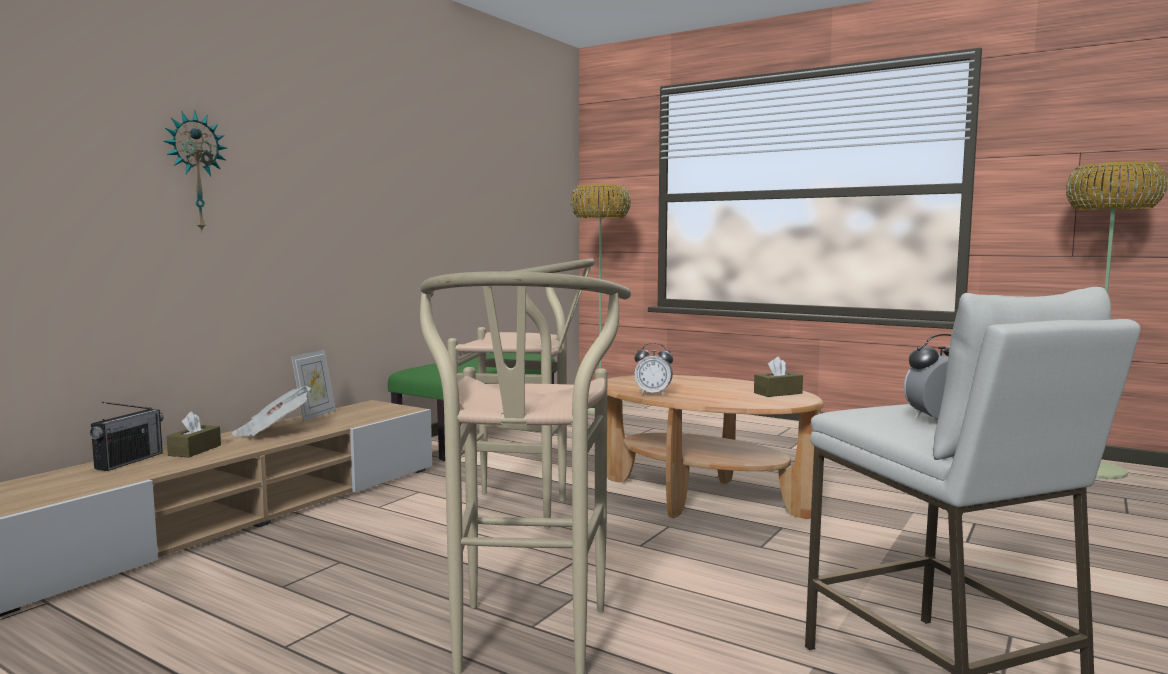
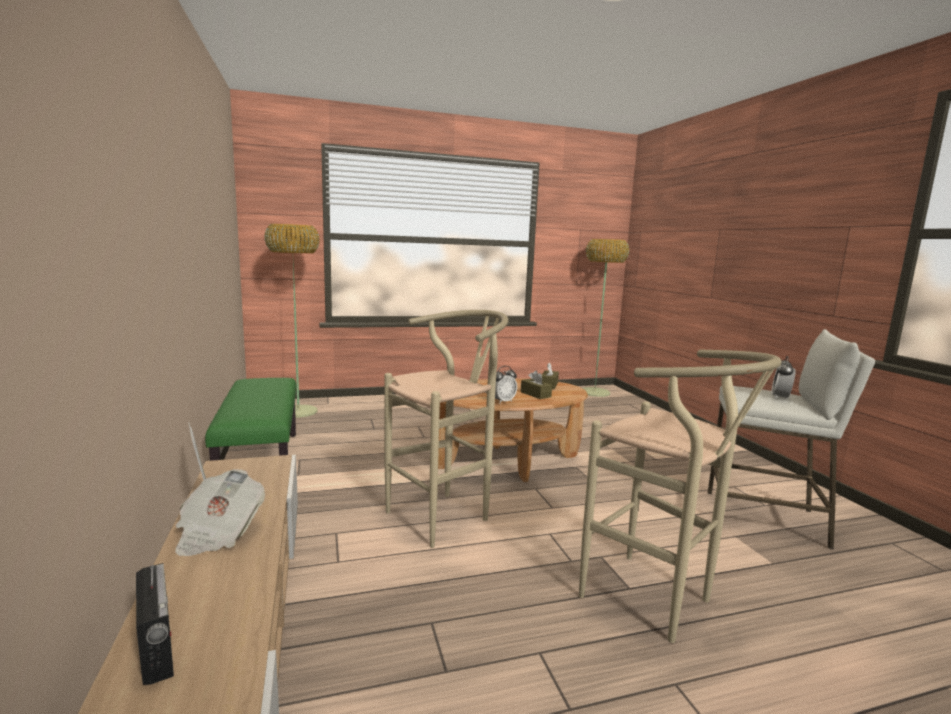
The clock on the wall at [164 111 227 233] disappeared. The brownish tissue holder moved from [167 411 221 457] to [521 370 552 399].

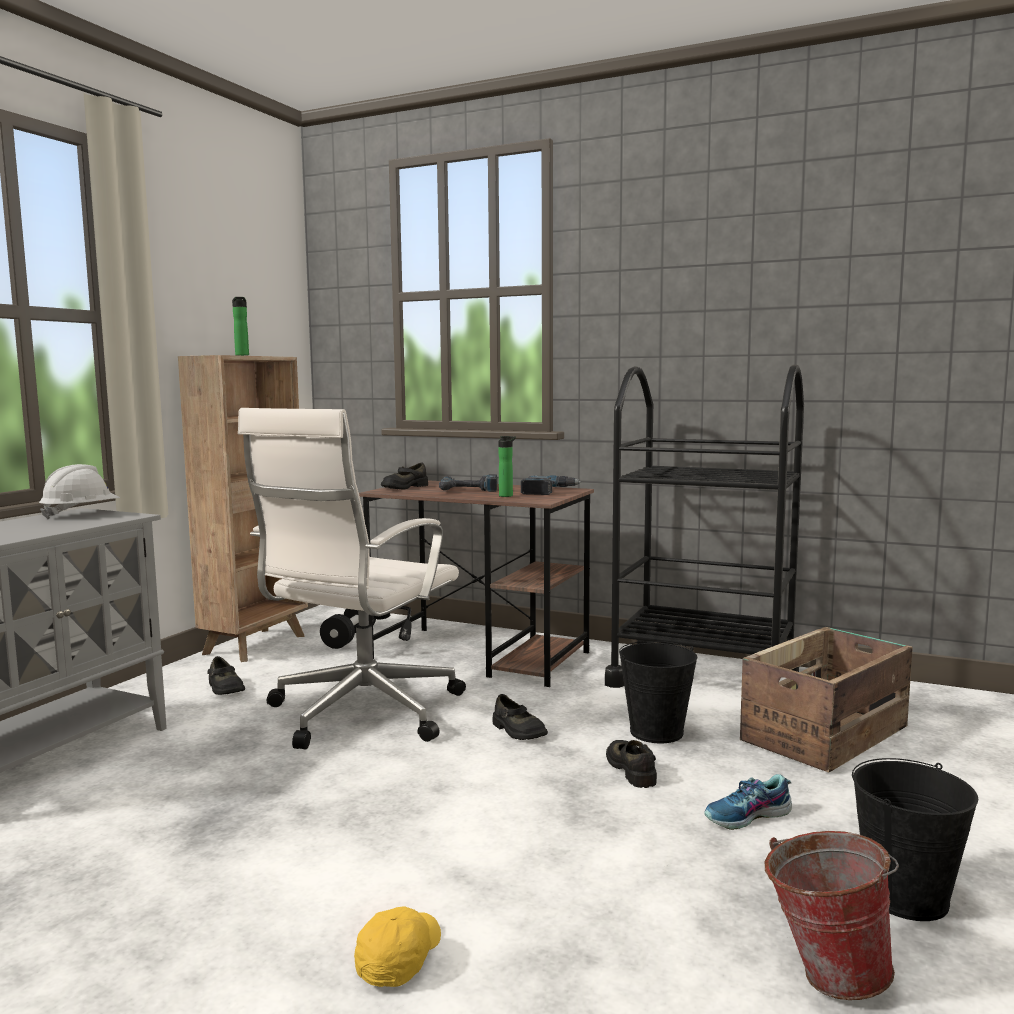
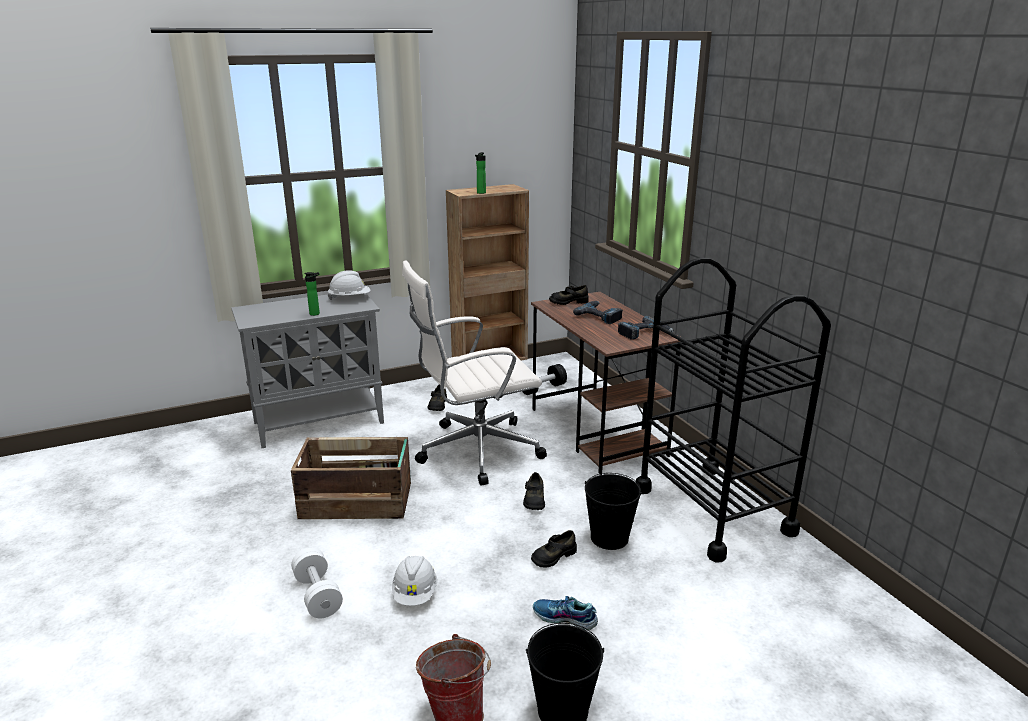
The drink bottle moved from [498 436 516 497] to [304 272 320 316]. The shipping crate moved from [740 627 913 773] to [291 437 411 519]. The black-coloured low shoe at [606 740 657 788] turned 150 degrees counterclockwise. The yellow-coloured peaked cap at [354 906 441 987] was replaced by the white free weight at [291 548 343 618]. The white hard hat at [392 556 437 606] appeared.

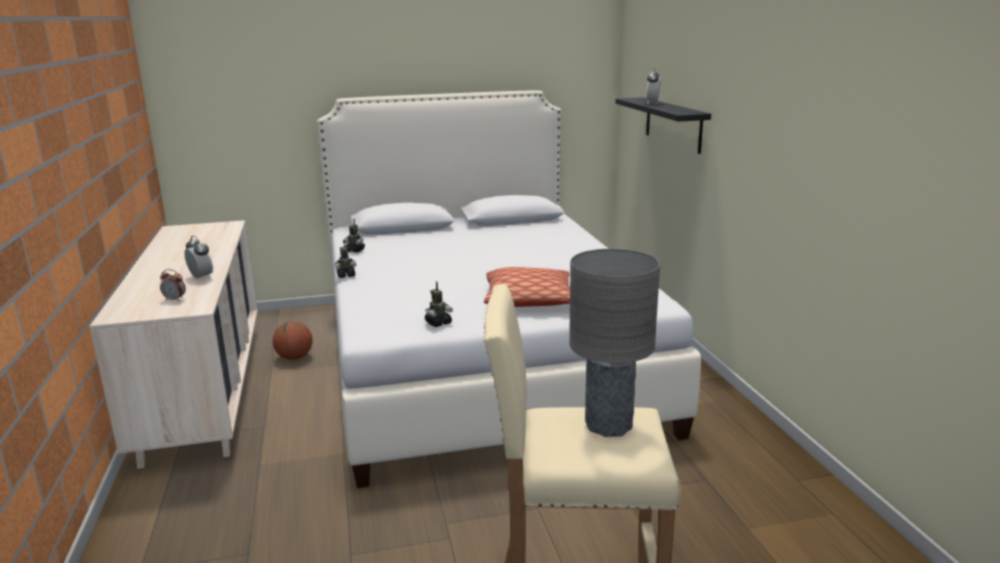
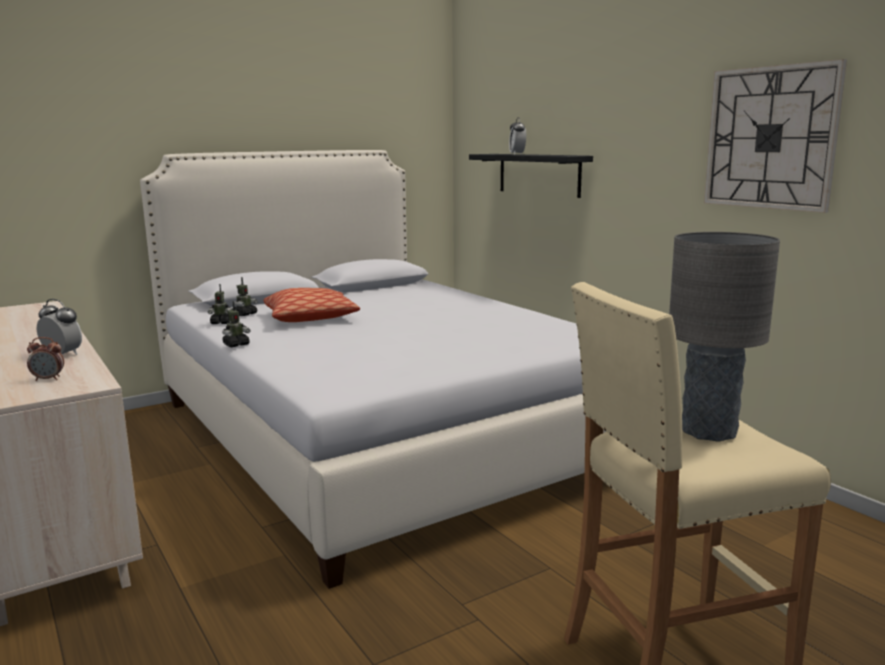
The cushion moved from [484 267 570 307] to [264 288 360 322]. The robot figure moved from [425 281 453 327] to [232 277 258 316]. The basketball at [273 321 313 360] disappeared. The clock on the wall at [704 59 847 213] appeared.

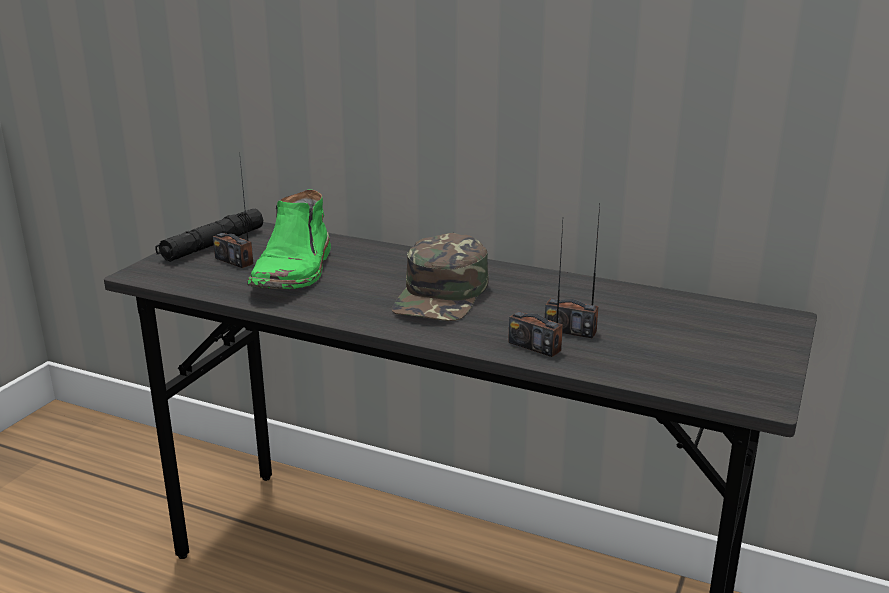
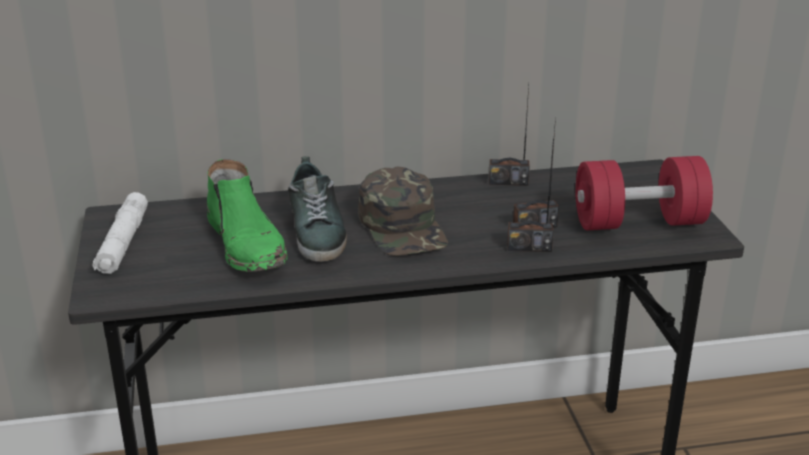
The radio receiver moved from [213 160 254 268] to [489 86 530 186]. The black-coloured flashlight at [155 208 263 262] became the white flashlight at [92 192 148 274]. The low shoe at [288 156 347 262] appeared. The red free weight at [575 156 713 230] appeared.

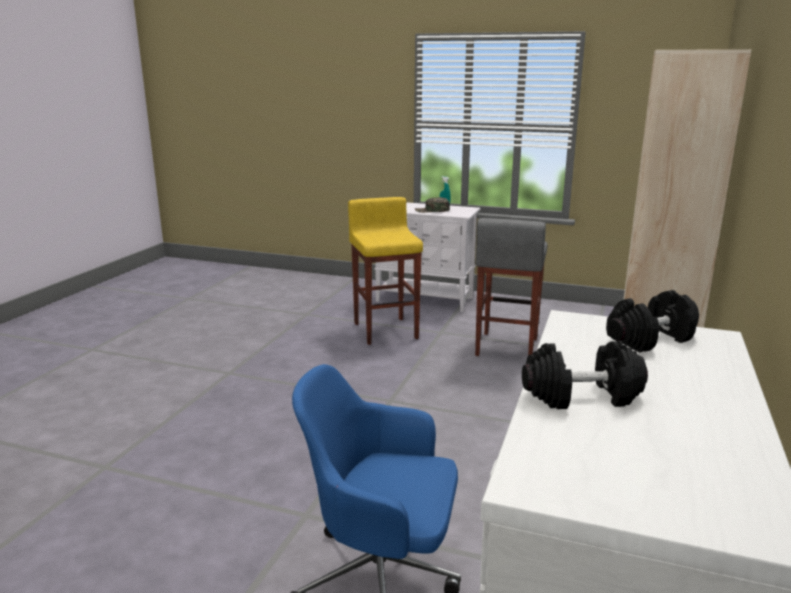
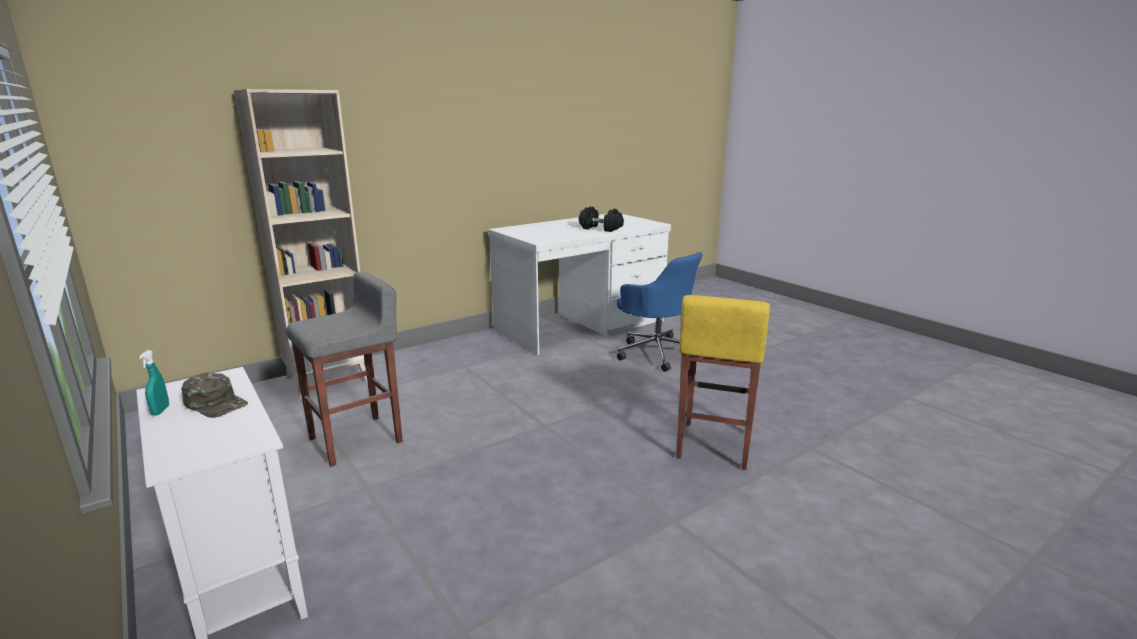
The yellow-coloured sitting stool moved from [348 197 423 345] to [676 295 770 470]. The black-coloured free weight at [606 290 699 352] disappeared.

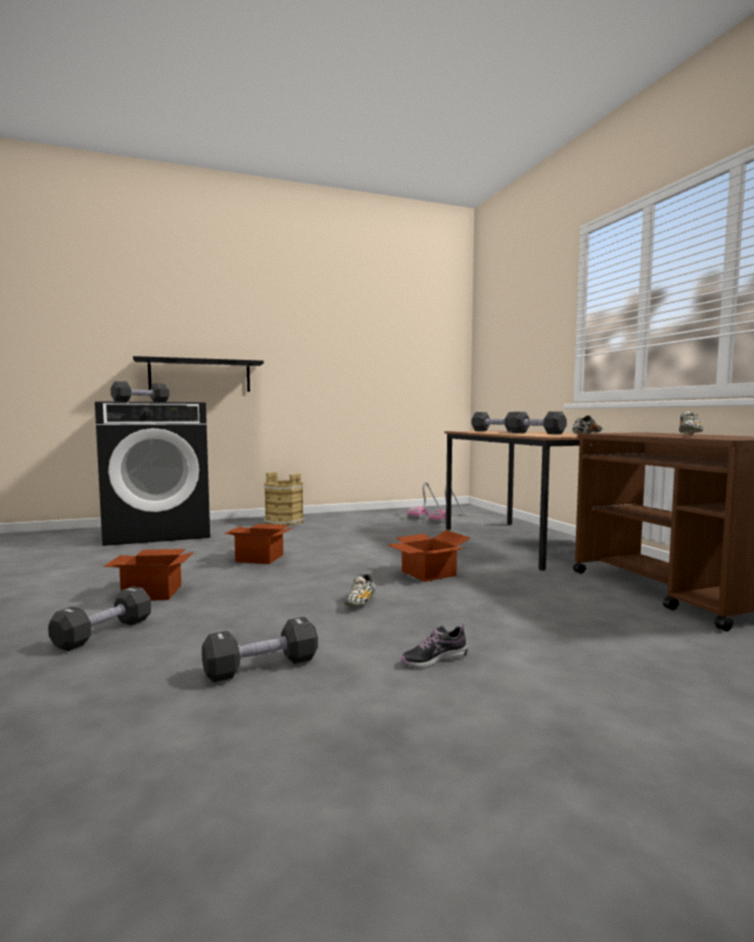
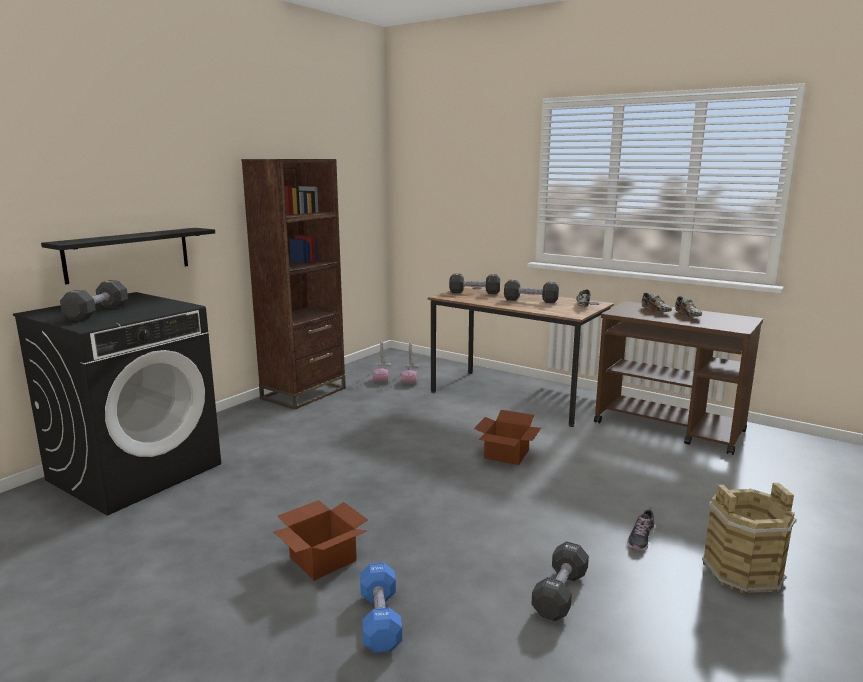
The brownish bucket moved from [264 472 304 526] to [702 483 797 594]. The packing box at [224 524 292 564] disappeared. The low shoe moved from [344 574 376 606] to [642 293 672 312]. The black-coloured free weight at [48 586 151 651] became the bluish free weight at [360 563 402 653]. The brownish bookcase at [241 159 346 410] appeared.

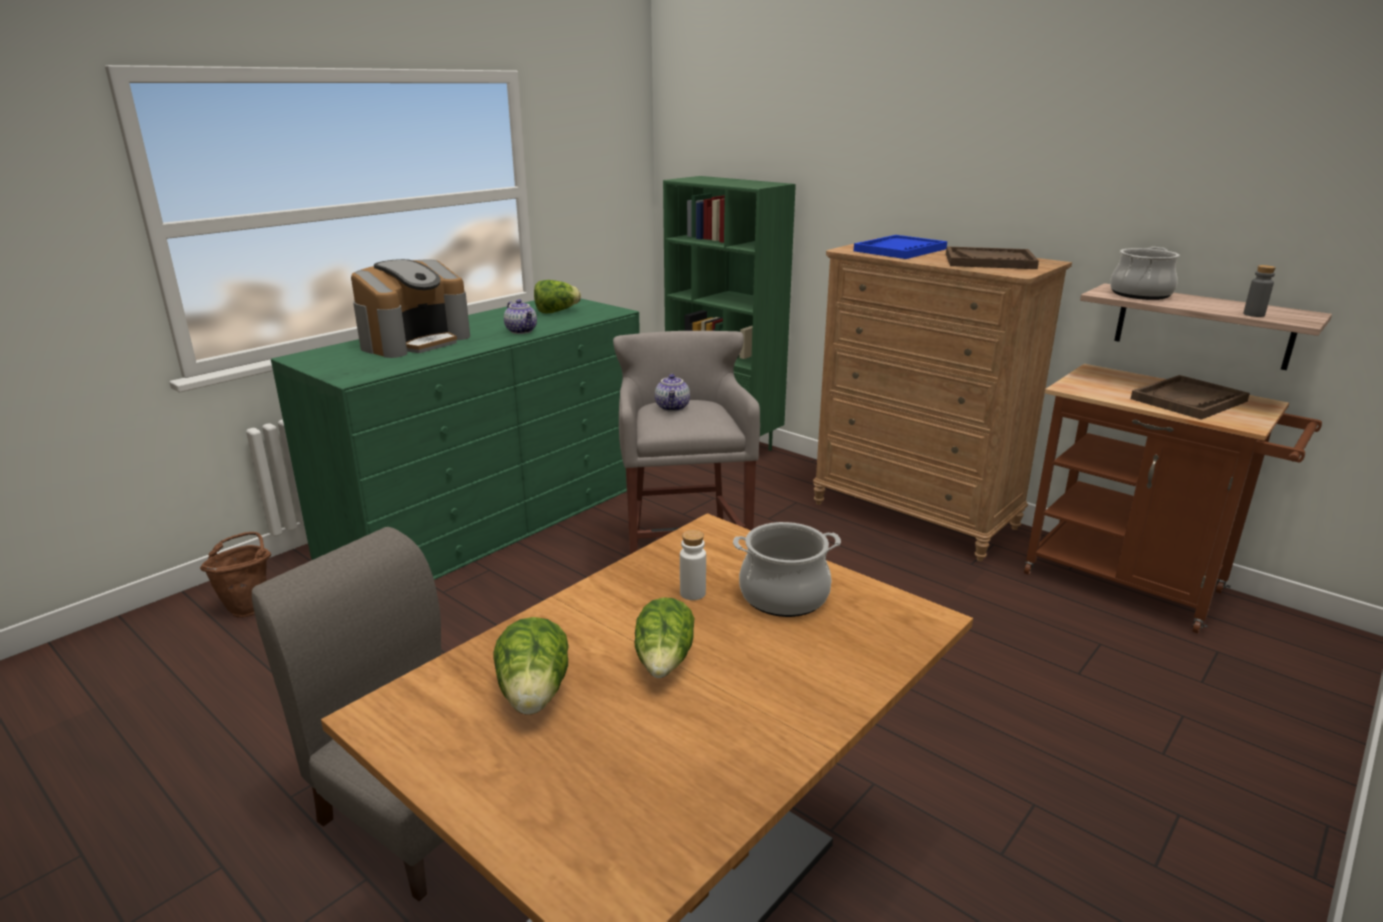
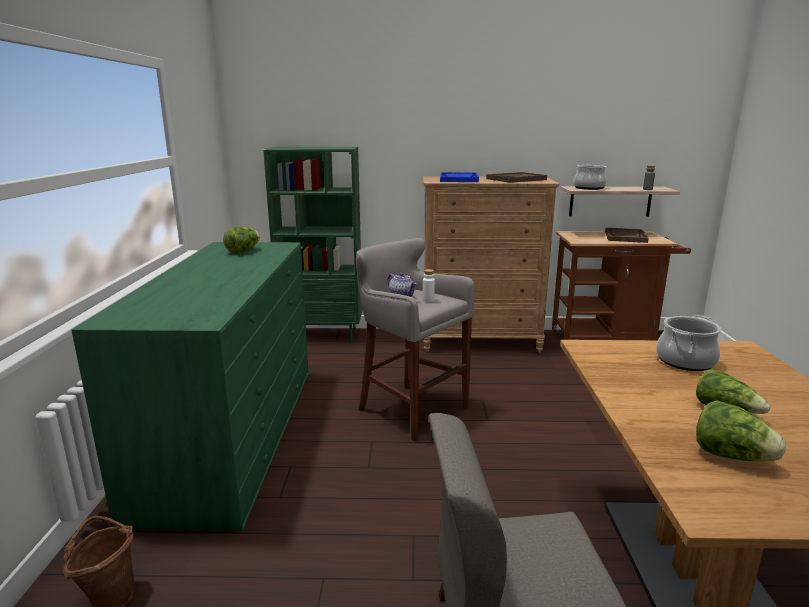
The coffee machine at [351 259 470 358] disappeared. The teapot at [504 299 537 334] disappeared. The white drink bottle moved from [680 530 706 600] to [423 269 435 302].

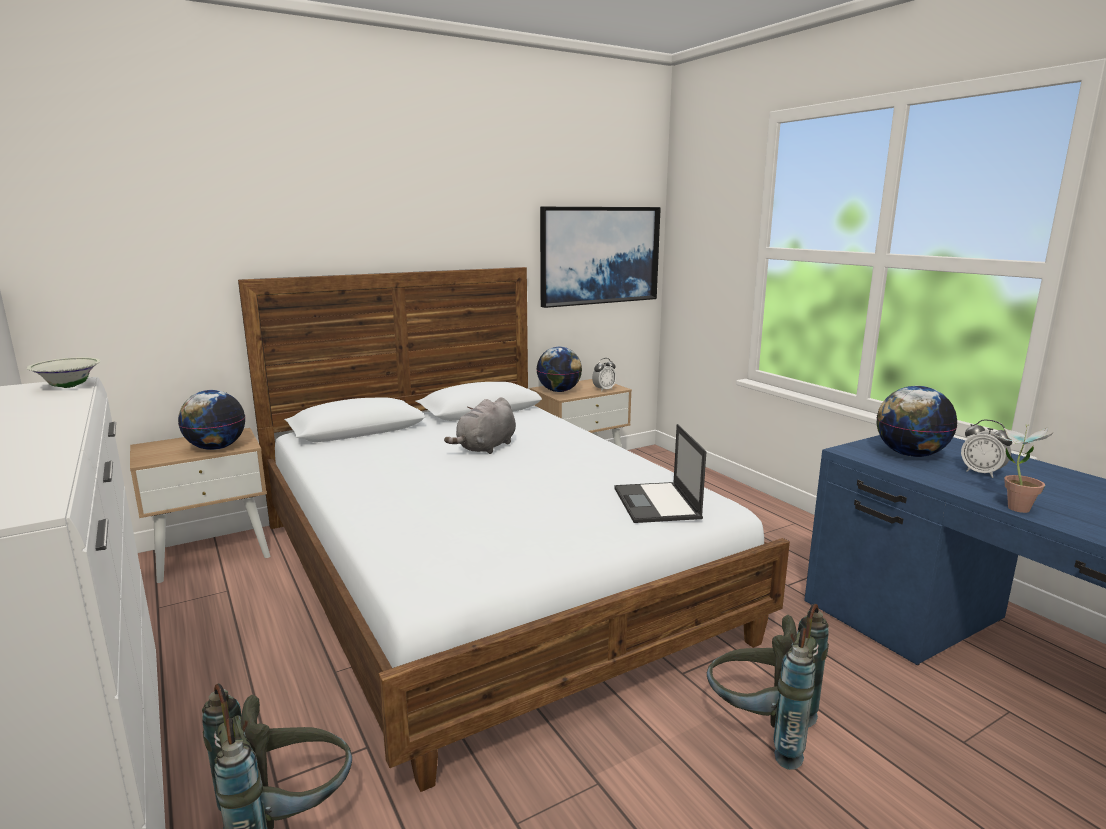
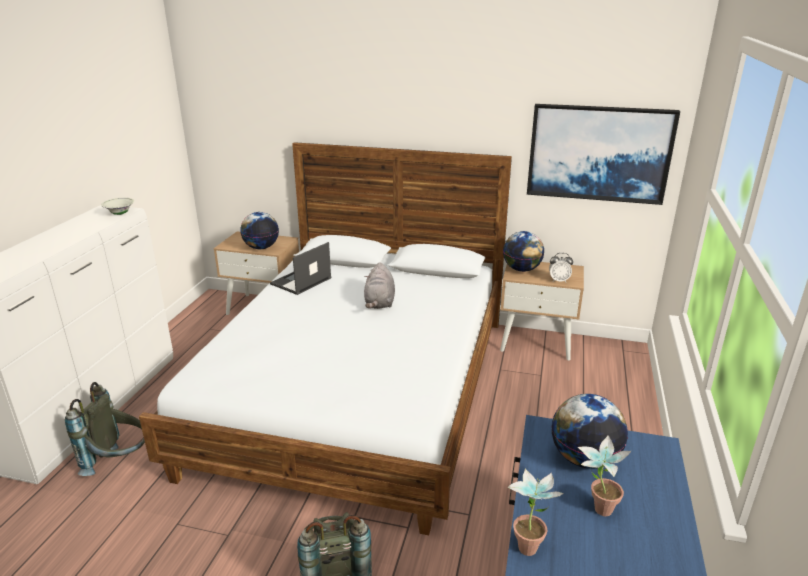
The gray plush toy at [444 397 516 454] turned 75 degrees counterclockwise. The bedside clock at [961 420 1012 478] was replaced by the plant in a pot at [578 435 631 516]. The portable computer moved from [614 424 706 523] to [270 242 331 295].

